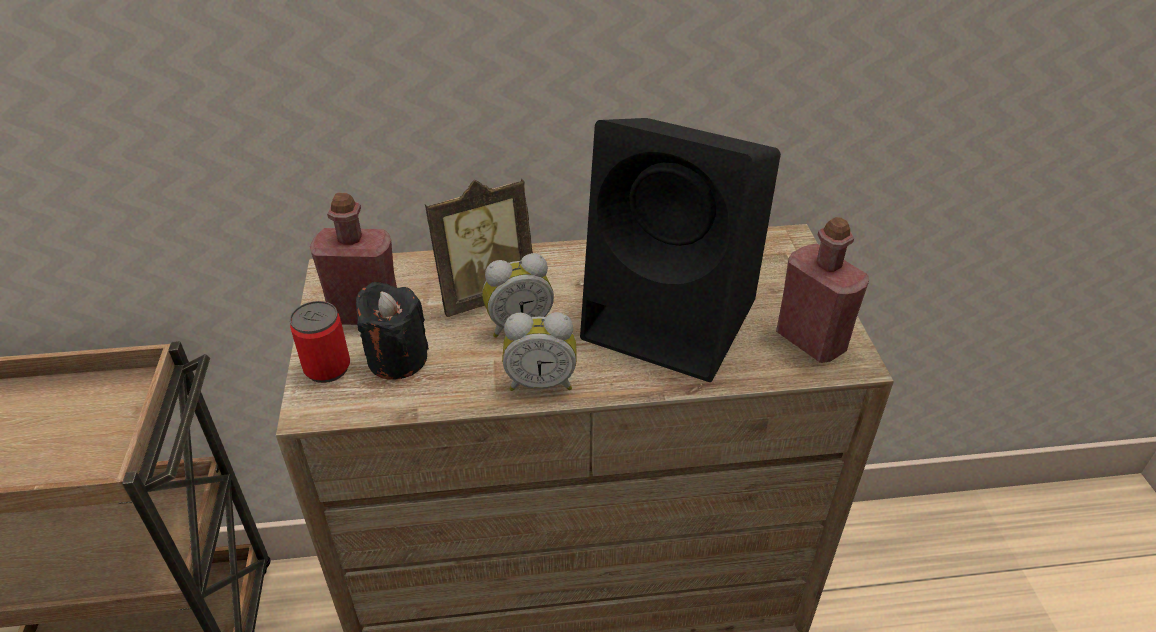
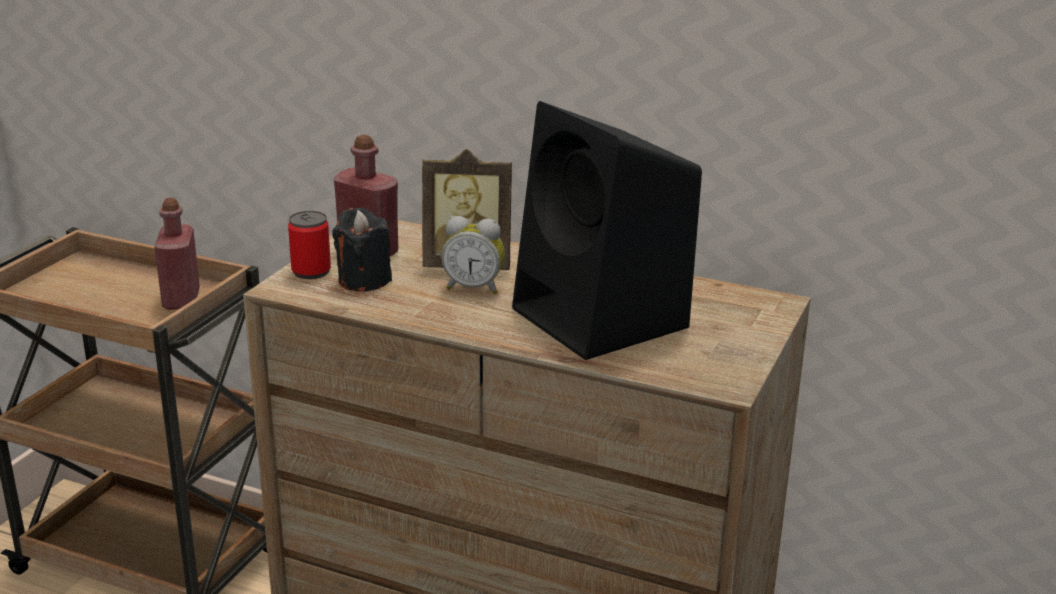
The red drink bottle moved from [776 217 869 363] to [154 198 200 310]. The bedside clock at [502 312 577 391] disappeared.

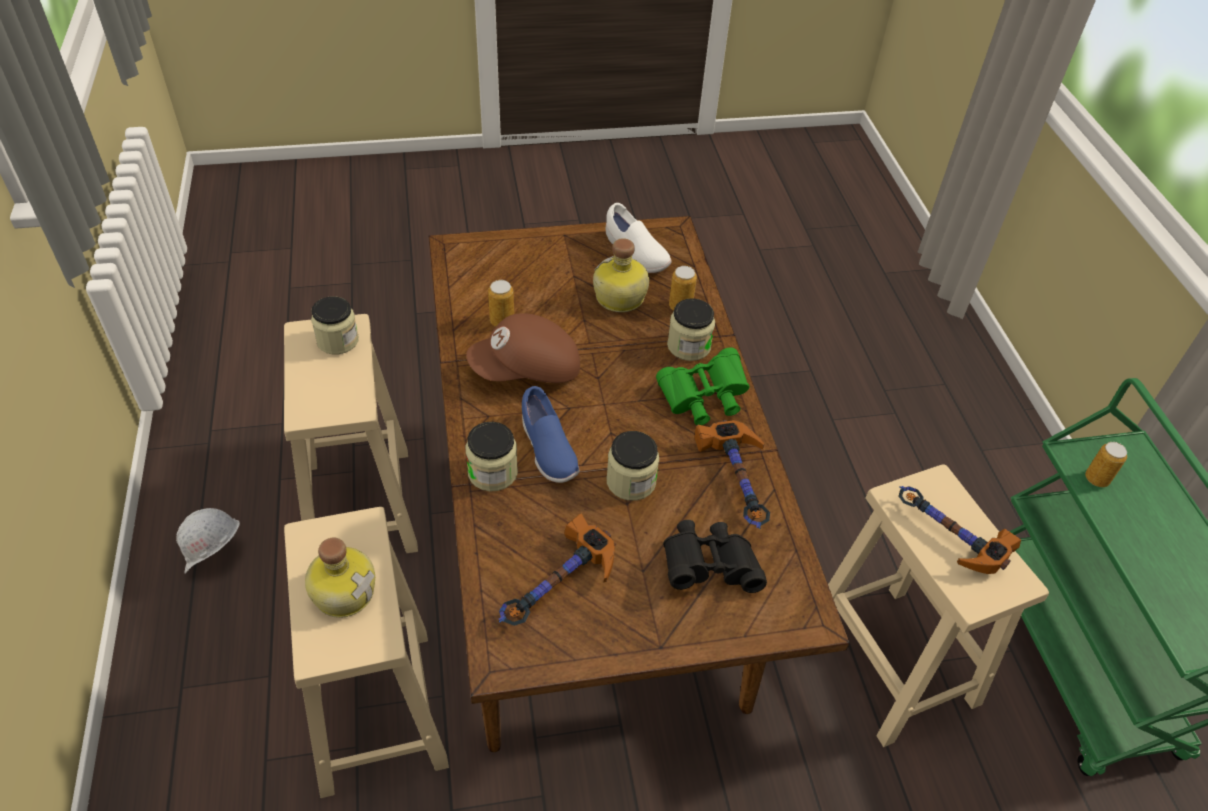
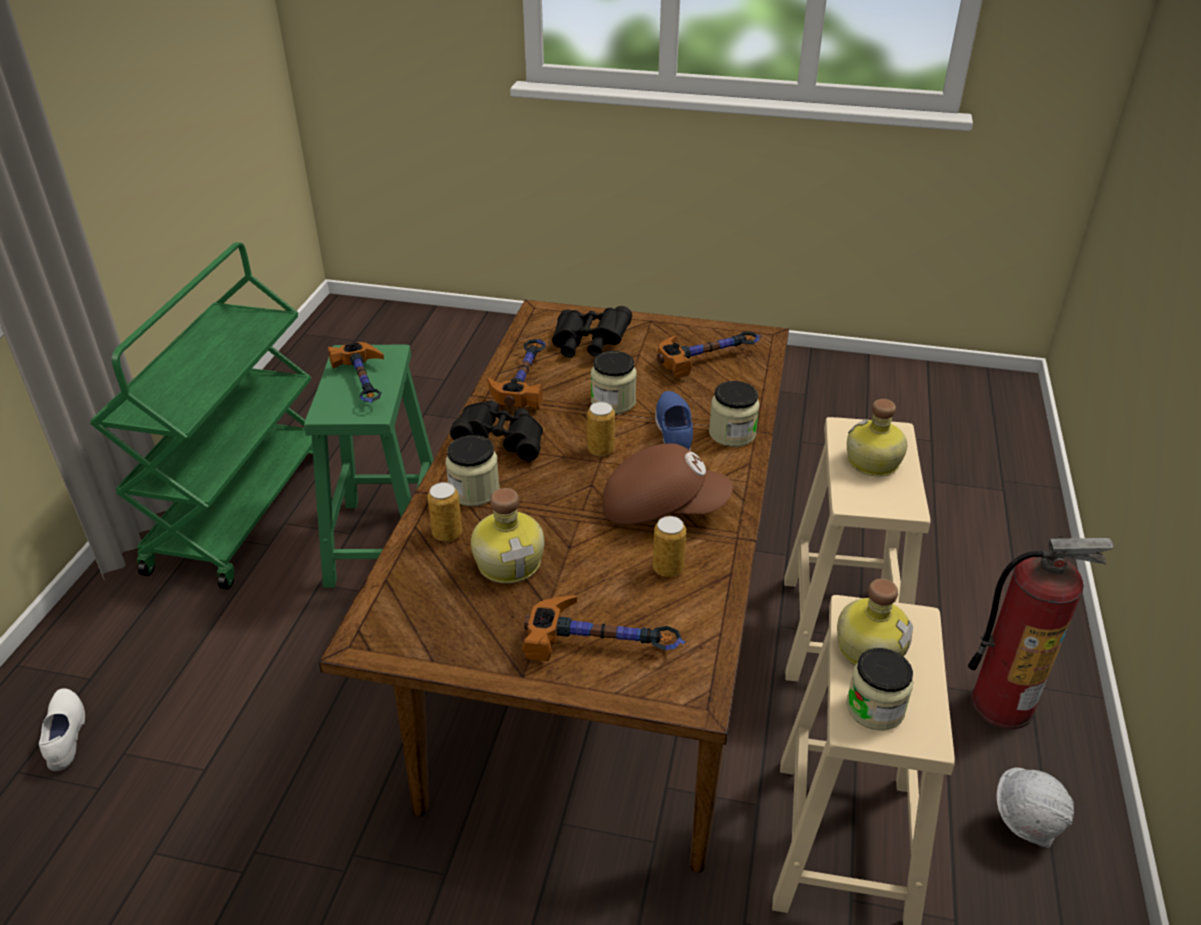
The white low shoe moved from [606 203 672 273] to [39 688 85 771]. The greenish binoculars at [656 347 749 425] became the black-coloured binoculars at [450 400 543 461]. The can moved from [1085 442 1127 487] to [587 402 615 456]. The beige sitting stool at [828 464 1049 747] became the greenish sitting stool at [304 345 434 588]. The fire extinguisher at [968 535 1113 729] appeared. The drink bottle at [837 579 913 666] appeared. The hammer at [522 595 686 661] appeared.

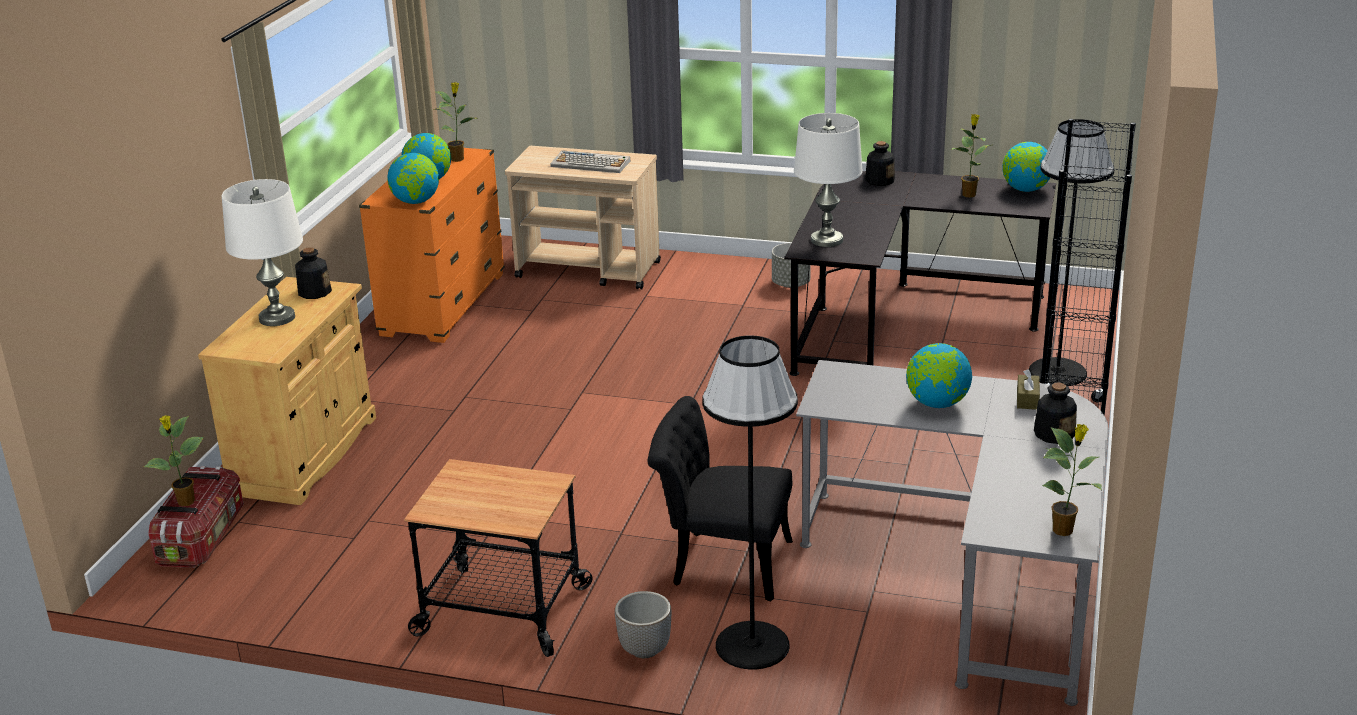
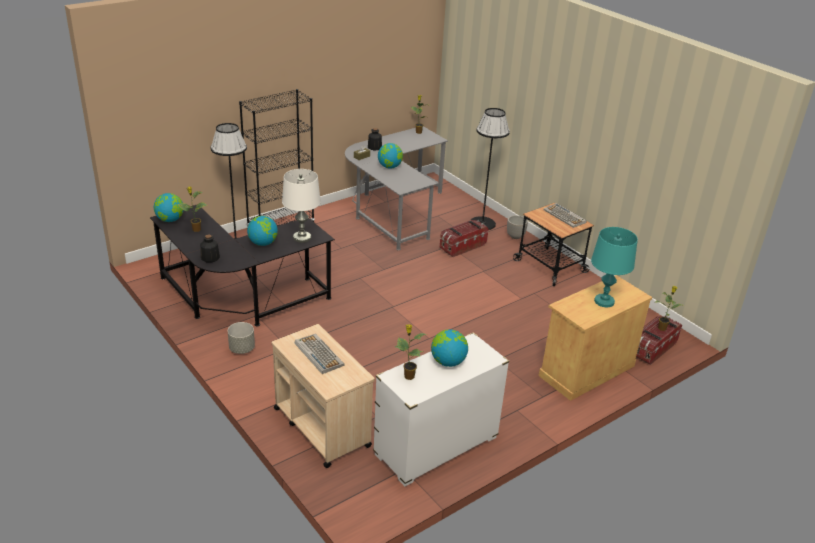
The orange chest of drawers at [359 148 505 343] became the white chest of drawers at [373 332 509 486]. The globe moved from [387 153 439 204] to [247 216 278 246]. The white lamp for a table at [222 179 303 326] became the turquoise lamp for a table at [591 227 638 307]. The drink bottle at [295 247 332 299] disappeared. The black-coloured plain chair at [647 396 793 602] was replaced by the storage container at [440 220 489 257]. The PC keyboard at [544 203 587 228] appeared.

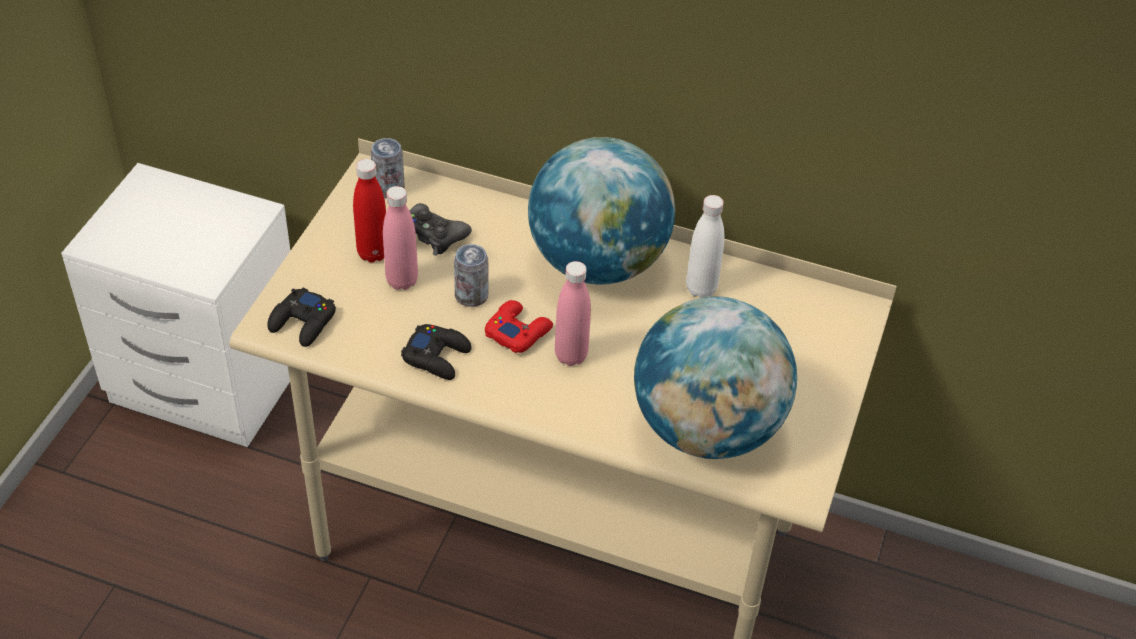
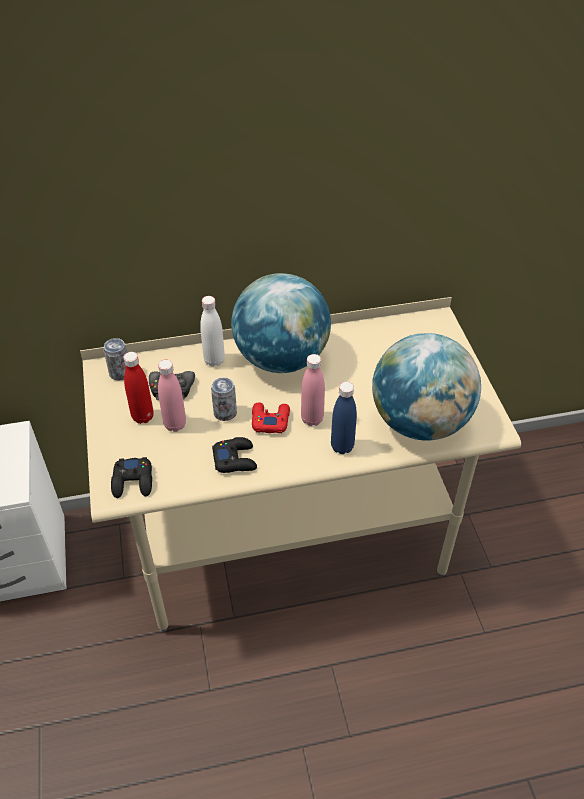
The white drink bottle moved from [686 195 724 298] to [200 296 225 367]. The bluish drink bottle at [331 382 357 454] appeared.

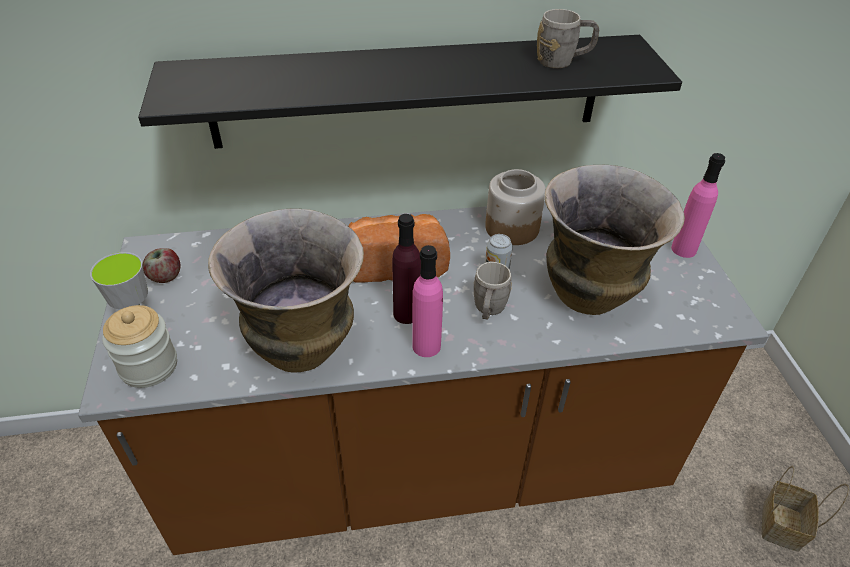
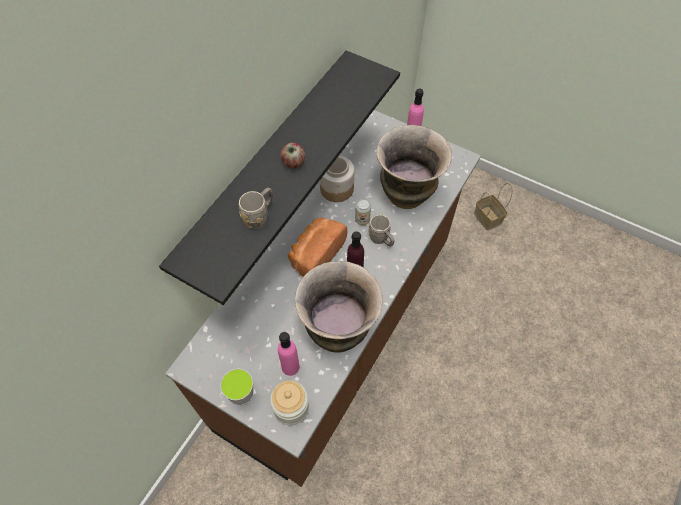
The gray coffee mug moved from [537 9 599 69] to [239 188 273 229]. The pink-coloured drink bottle moved from [412 245 443 357] to [278 332 299 376]. The whole apple moved from [143 248 180 283] to [280 142 305 169].

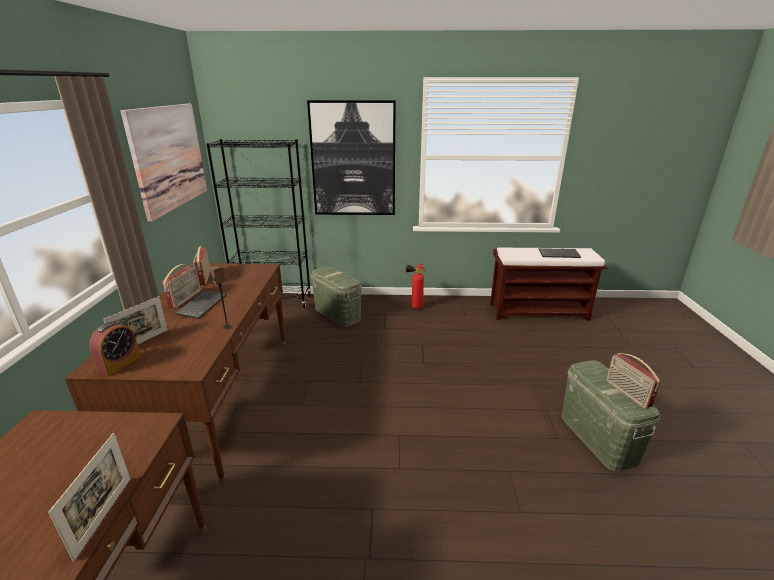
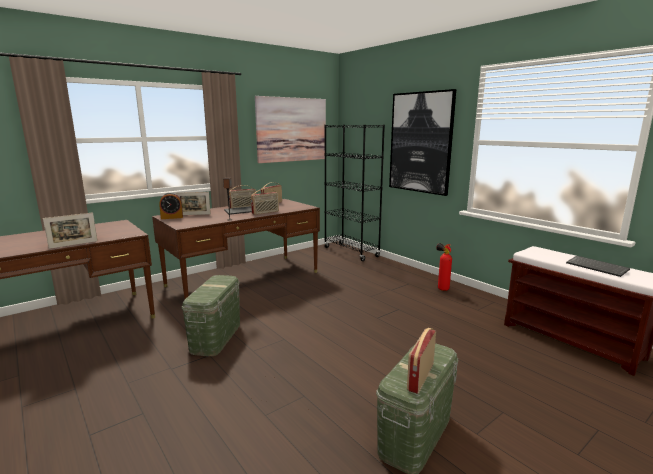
The greenish storage container moved from [311 266 362 327] to [182 275 240 356]. The radio receiver at [251 189 279 215] appeared.

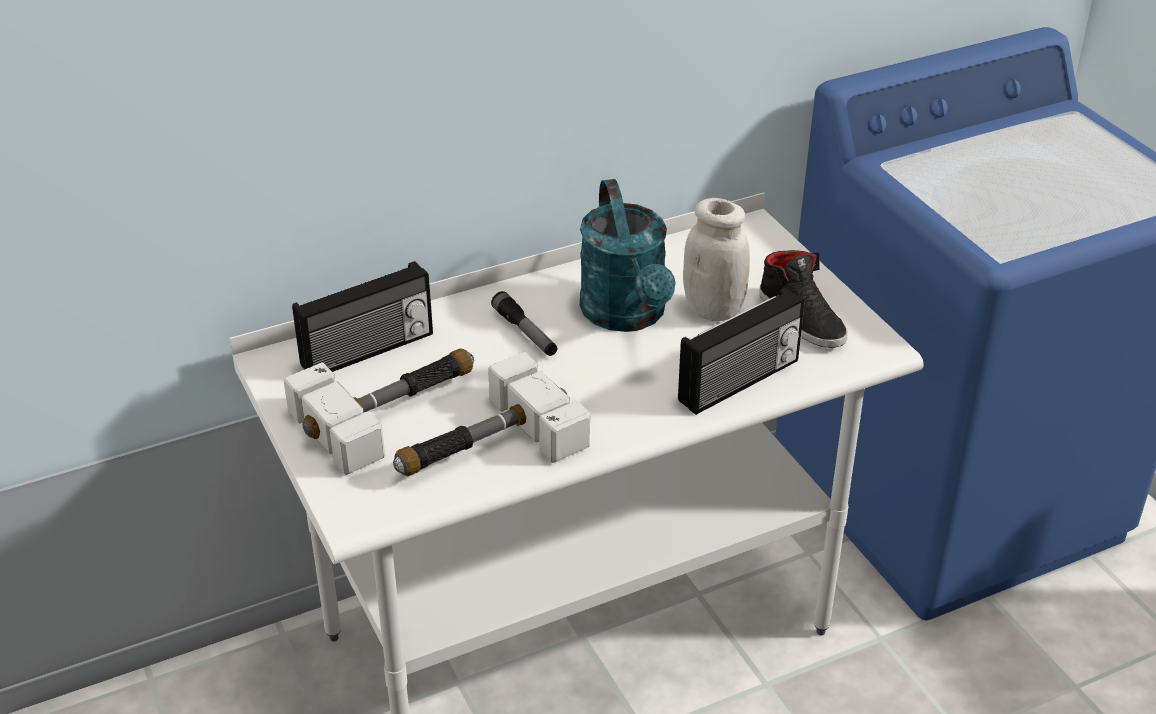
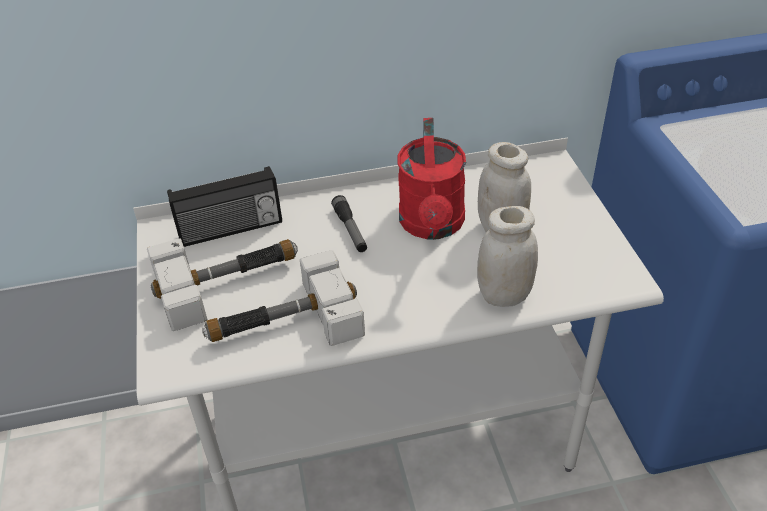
The turquoise watering pot at [580 179 676 332] became the red watering pot at [397 118 466 240]. The black-coloured low shoe at [759 250 848 348] disappeared. The radio receiver at [678 288 805 415] was replaced by the white preserve jar at [477 206 538 307].

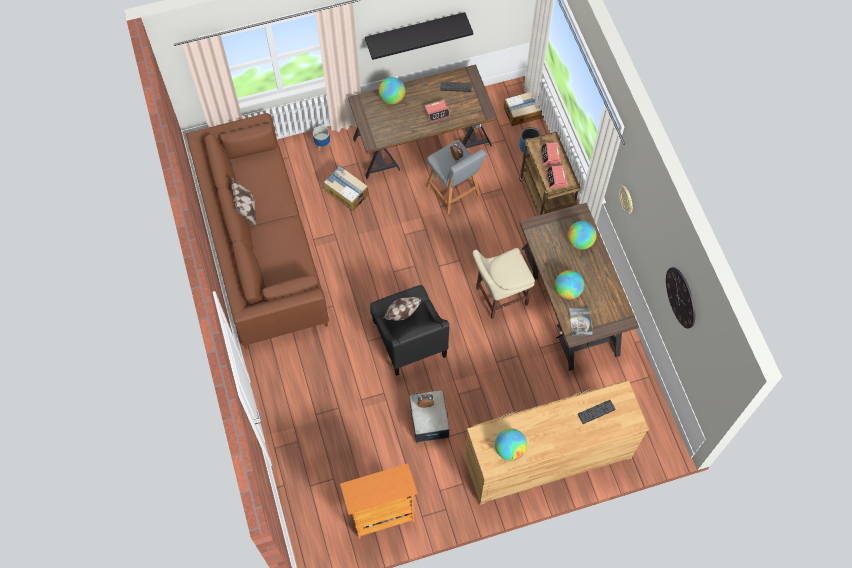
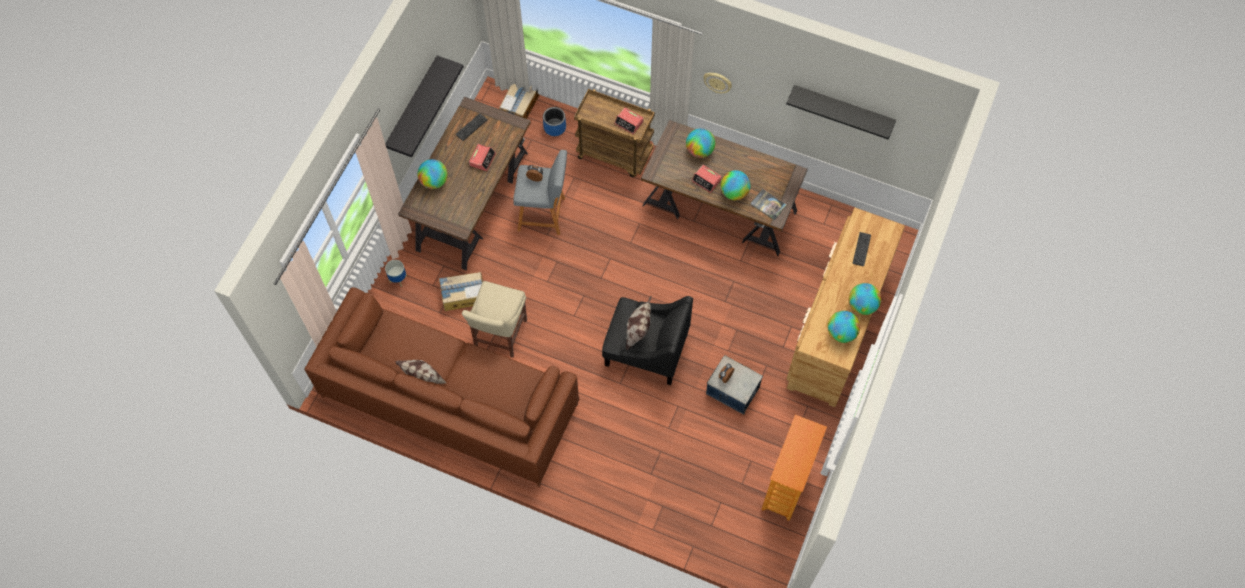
The bedside clock moved from [541 142 561 165] to [692 165 722 193]. The beige plain chair moved from [473 248 535 319] to [462 281 527 358]. The clock on the wall at [666 267 695 329] was replaced by the black-coloured shelf at [786 85 896 140]. The globe at [849 283 881 315] appeared.

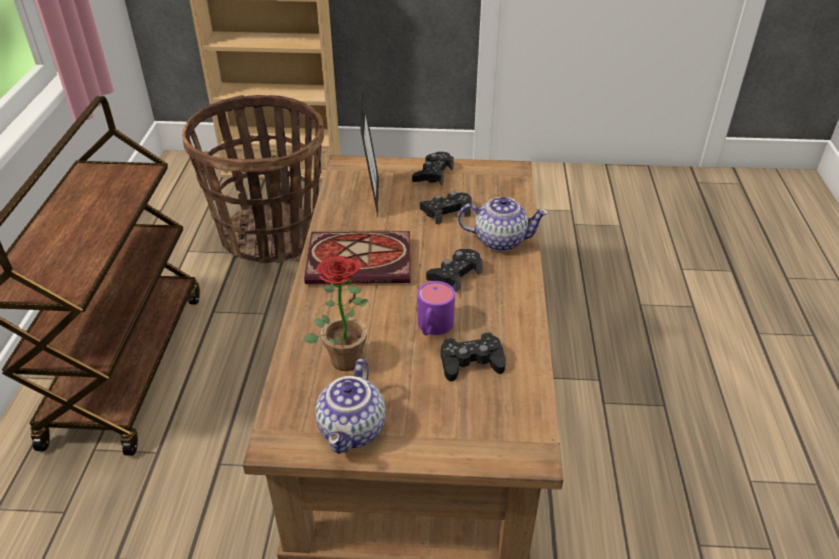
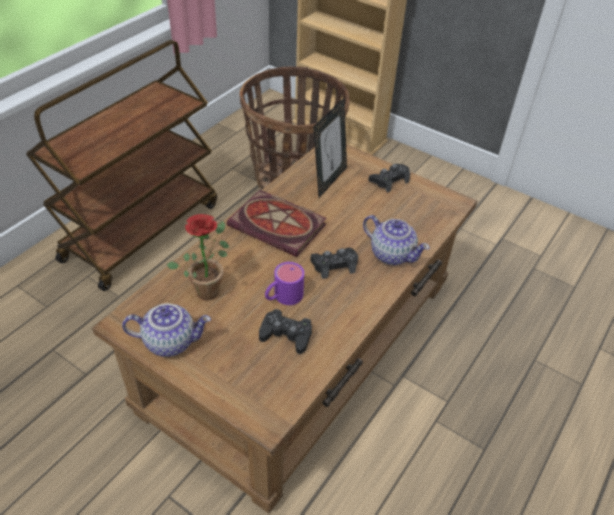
The black-coloured game controller at [420 191 472 224] disappeared. The teapot at [315 359 386 454] turned 135 degrees counterclockwise.

